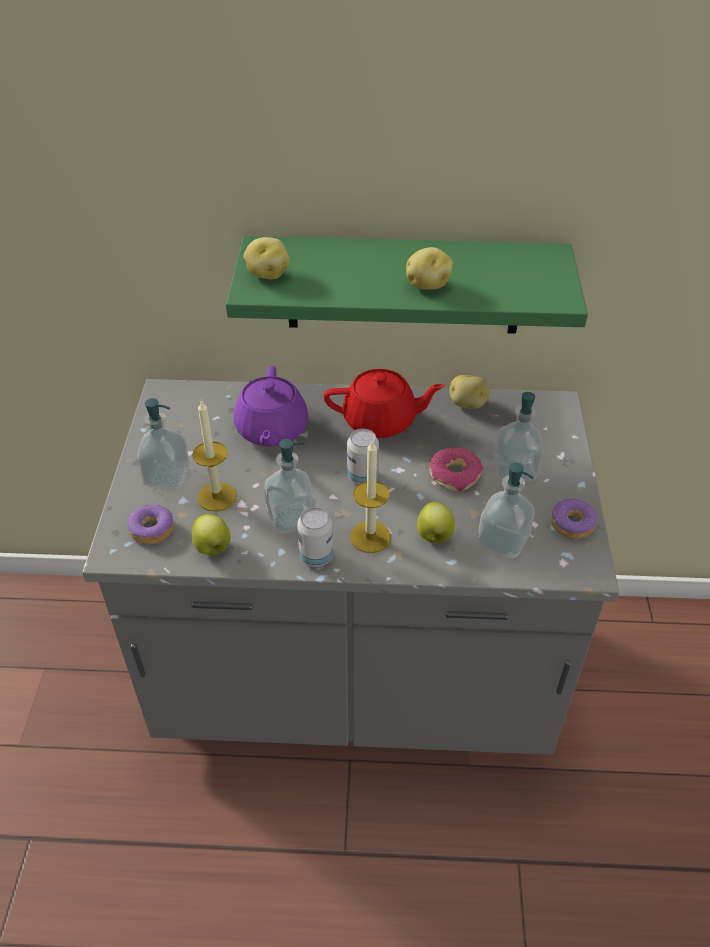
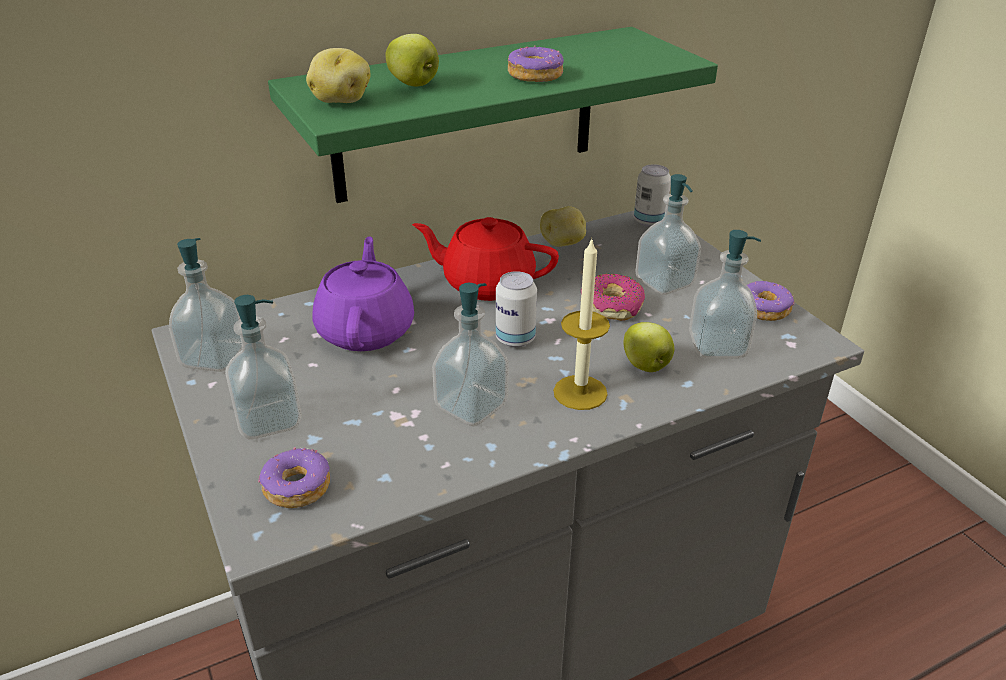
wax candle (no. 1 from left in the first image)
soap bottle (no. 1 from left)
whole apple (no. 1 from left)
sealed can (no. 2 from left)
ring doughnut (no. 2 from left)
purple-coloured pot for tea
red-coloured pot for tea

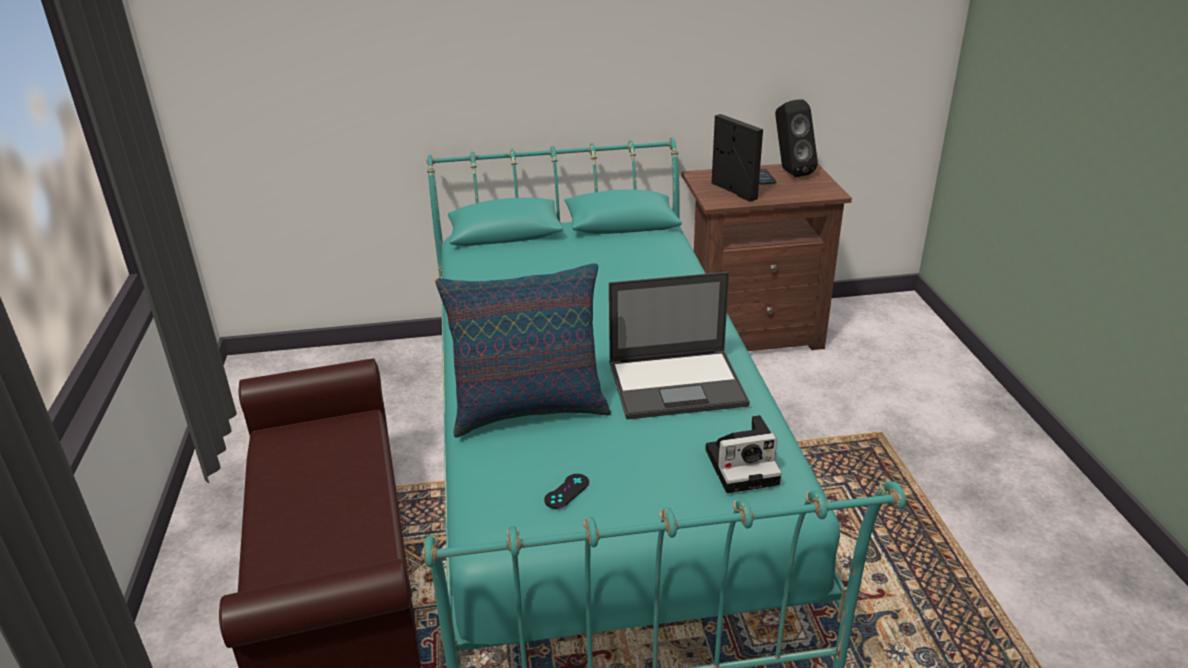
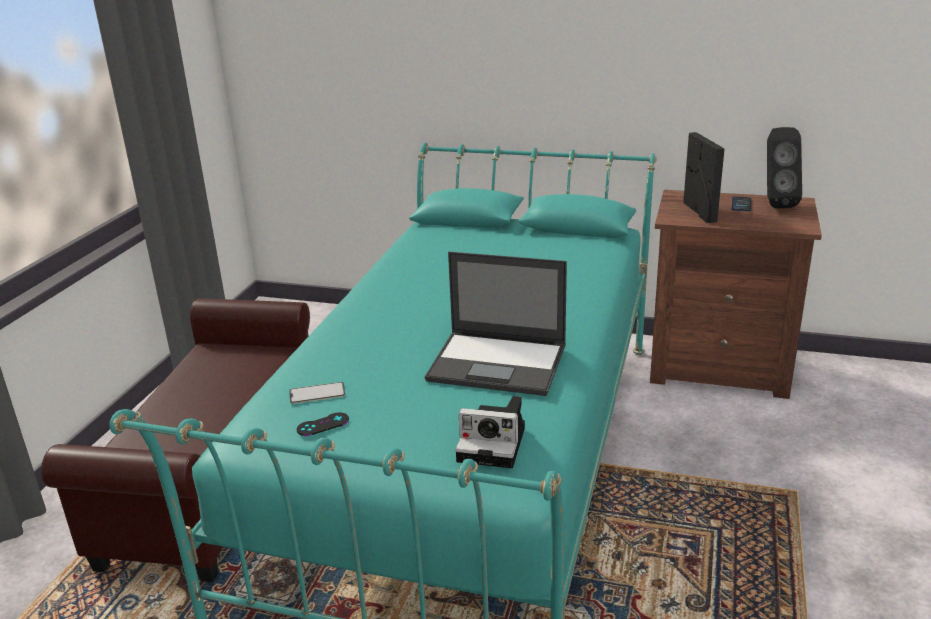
blue-coloured throw pillow
telephone (no. 1 from left)

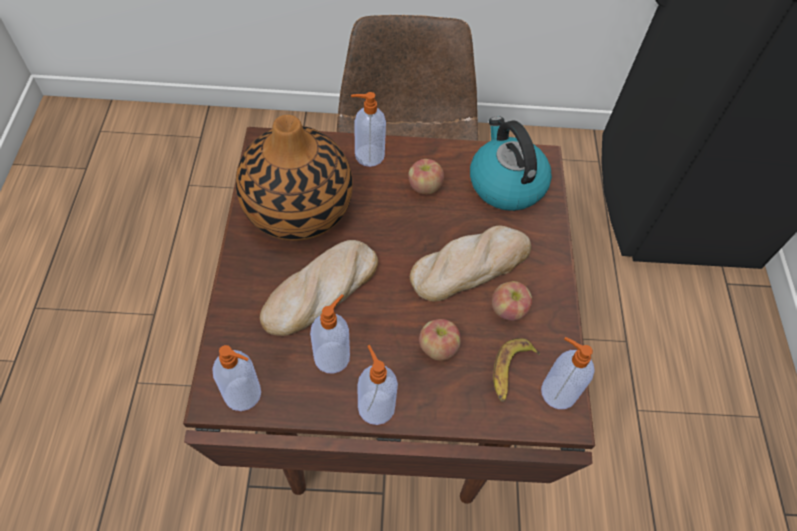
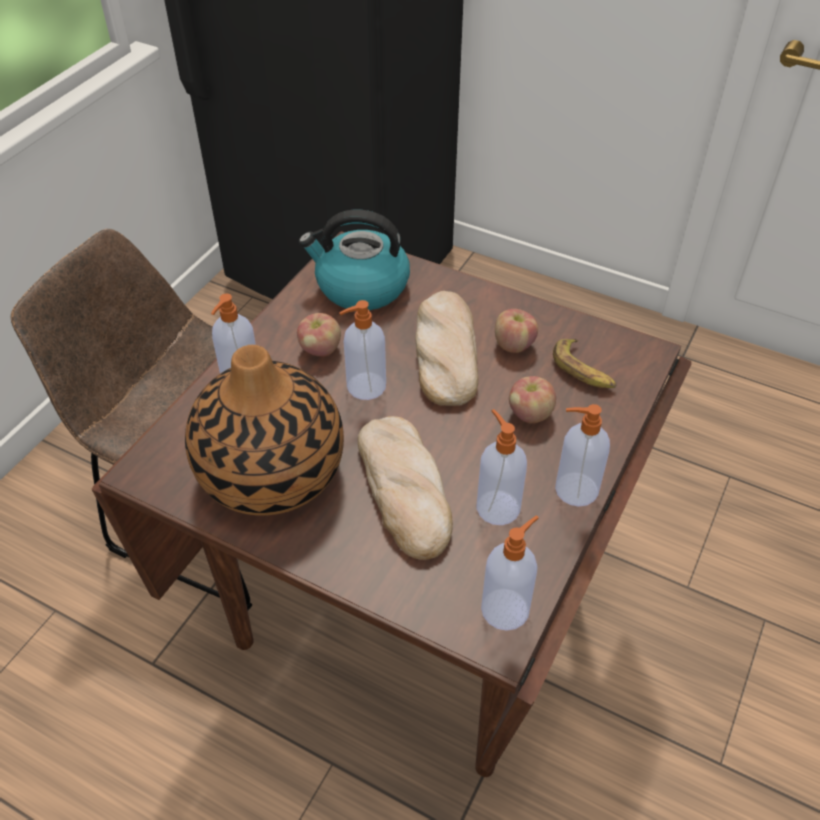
soap bottle (no. 2 from left)

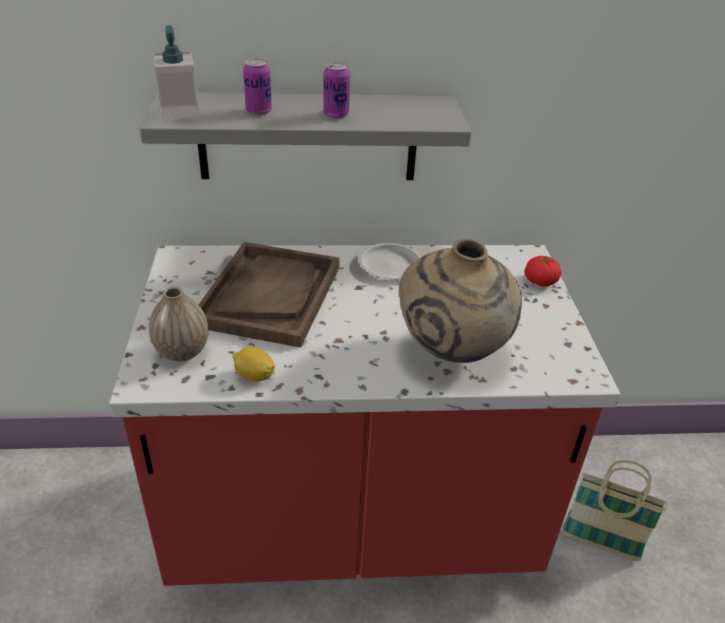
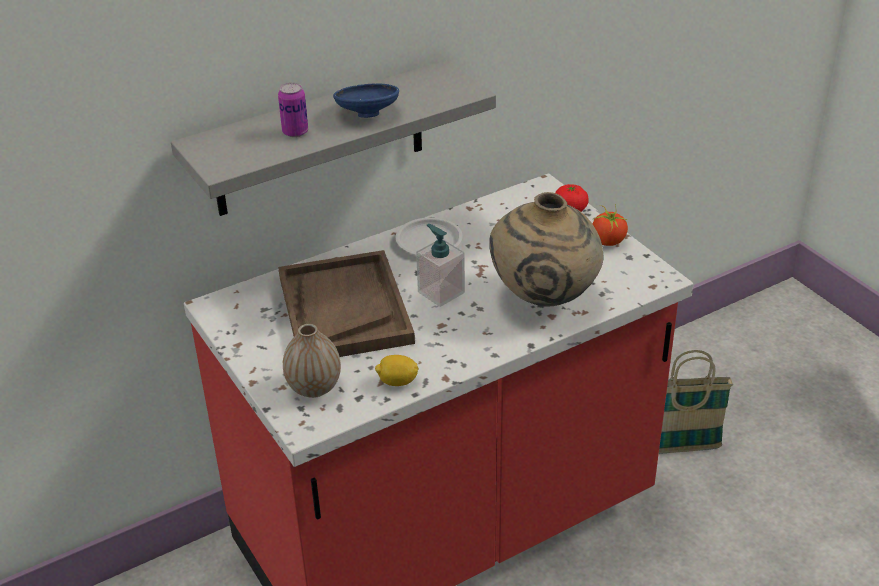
tomato (no. 2 from left)
soap bottle
blue-coloured serving bowl

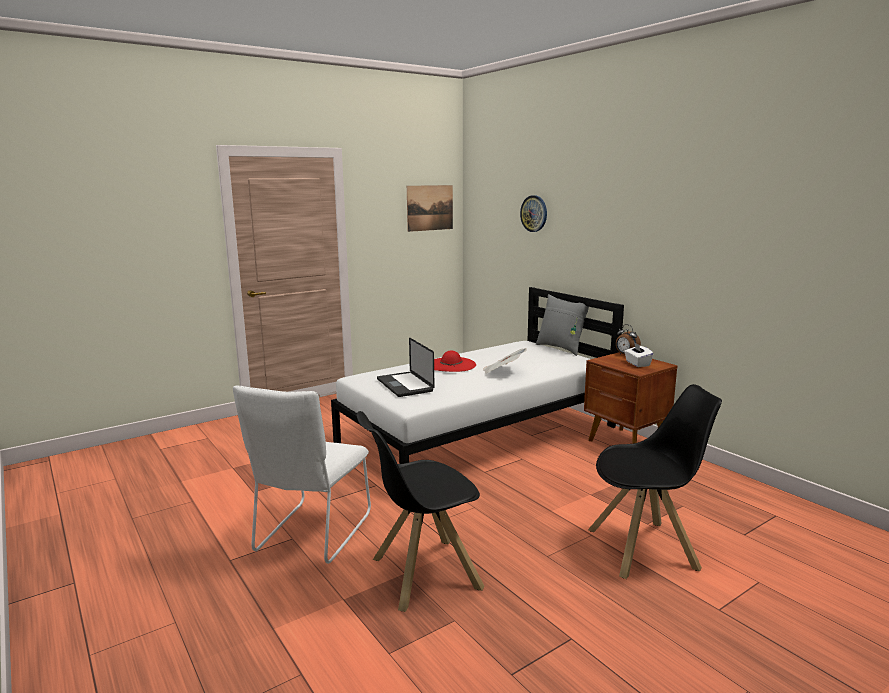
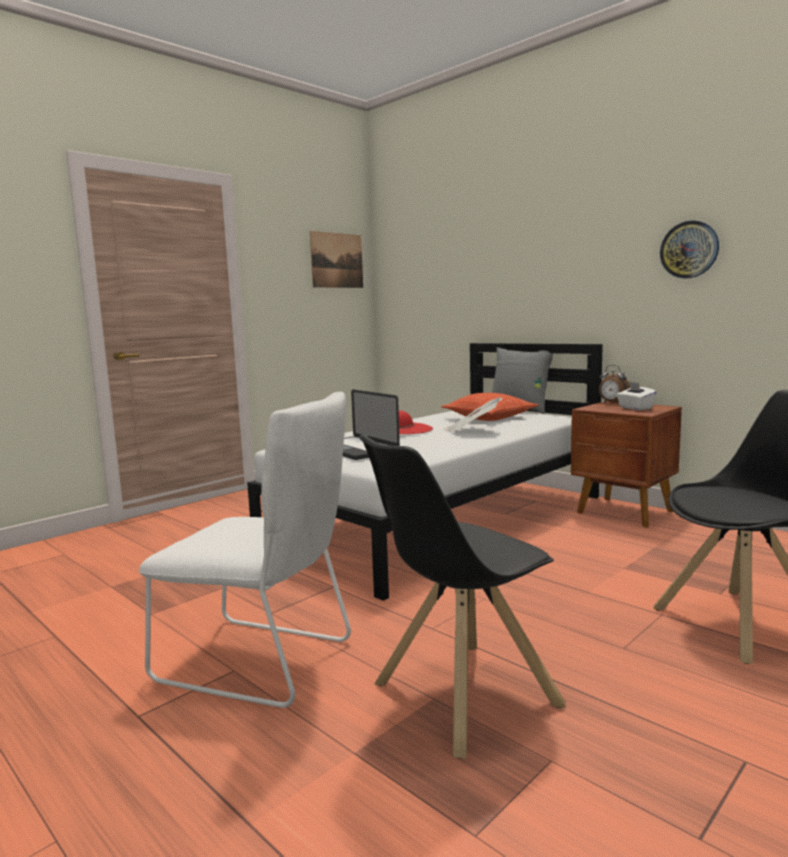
orangey throw pillow
wall clock
whitish plain chair

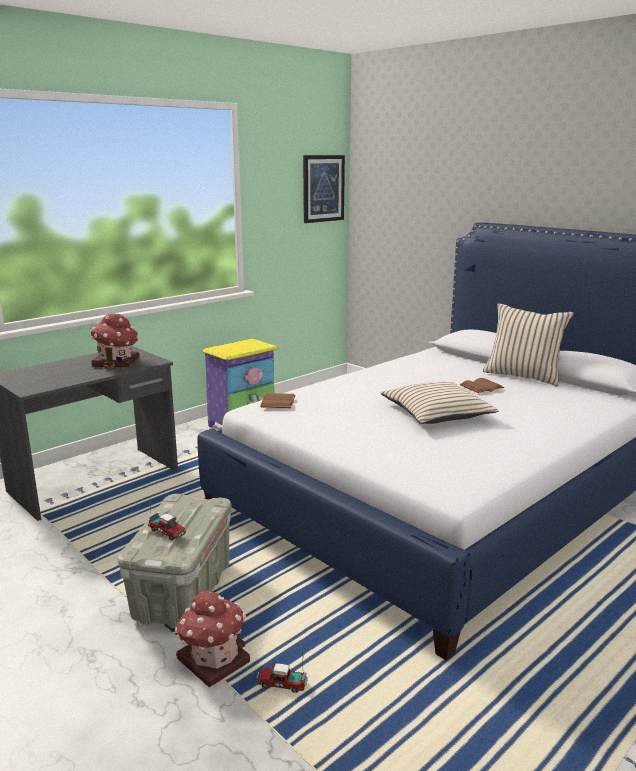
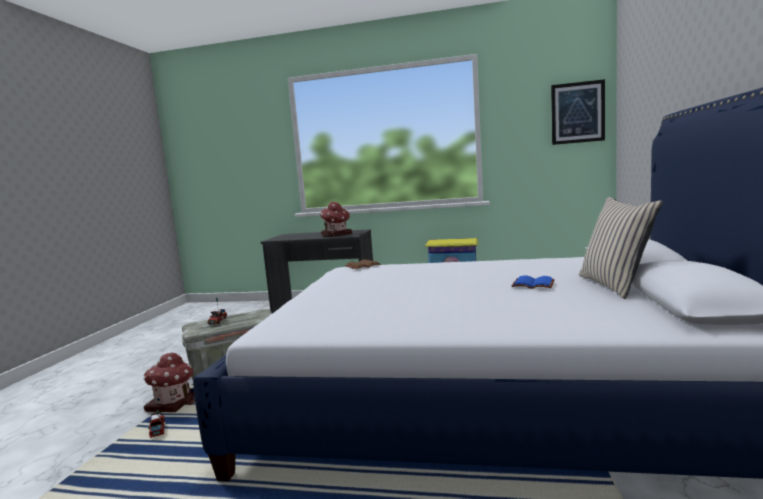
beige throw pillow (no. 1 from left in the first image)
blue-coloured book

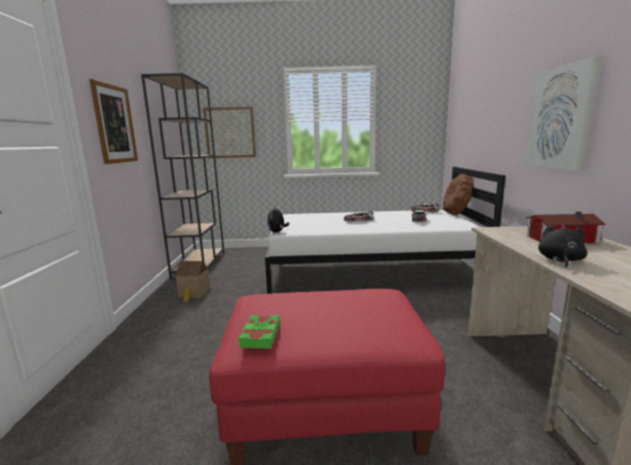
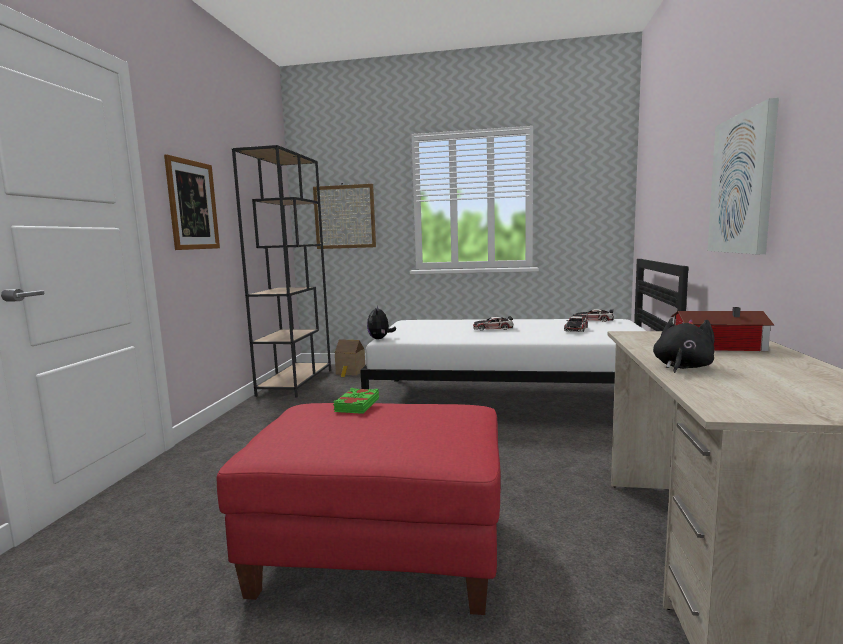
brown throw pillow
miniature house (no. 1 from left)
green book

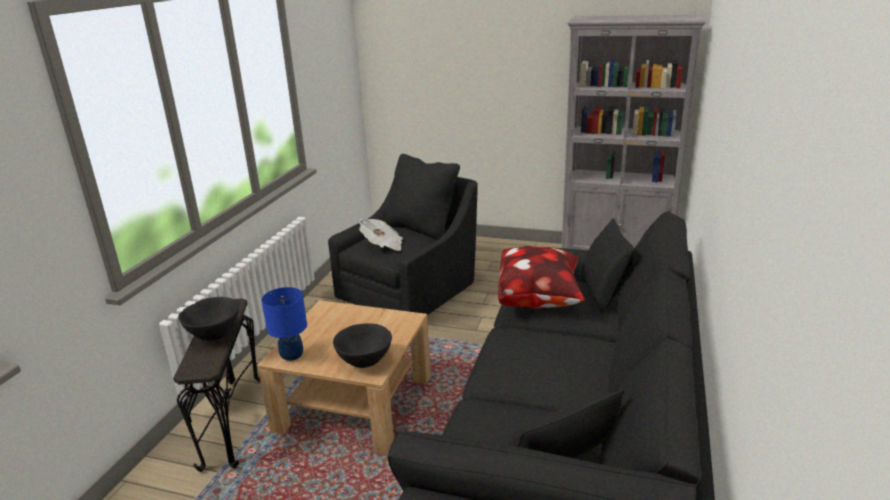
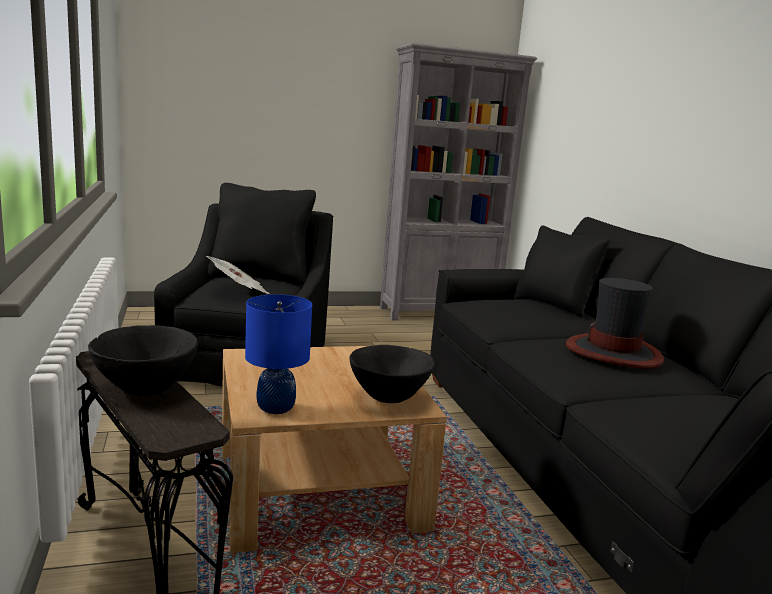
throw pillow
hat

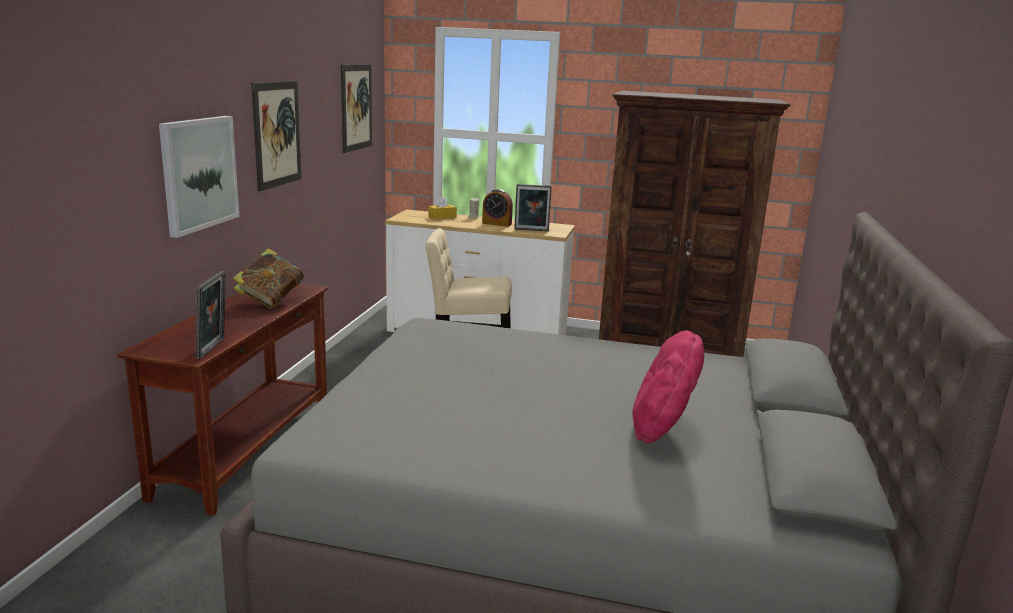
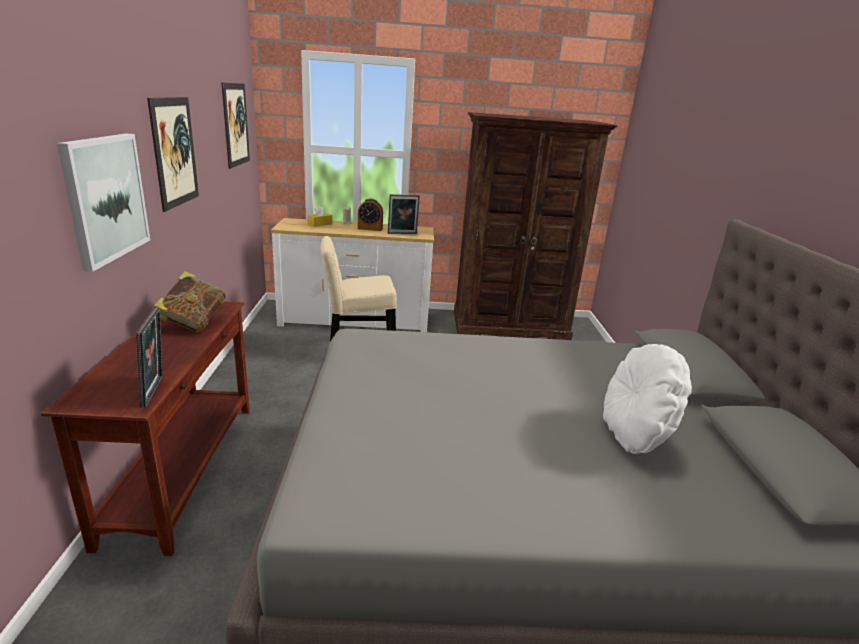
whitish throw pillow

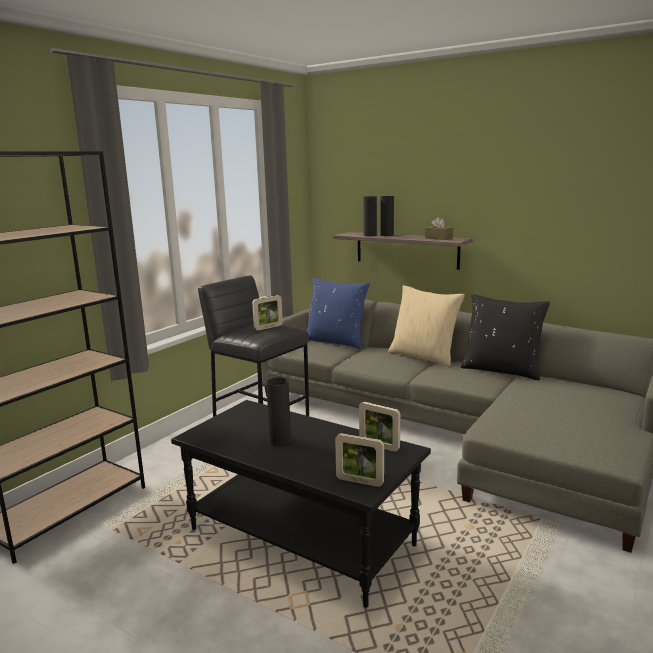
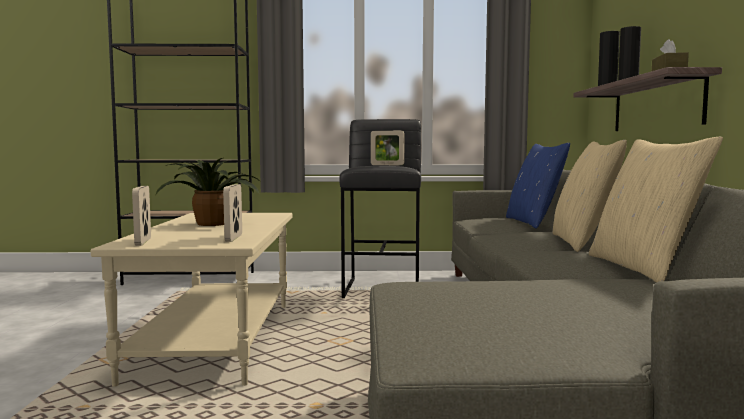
potted plant
beige low table
beige throw pillow (no. 2 from left)

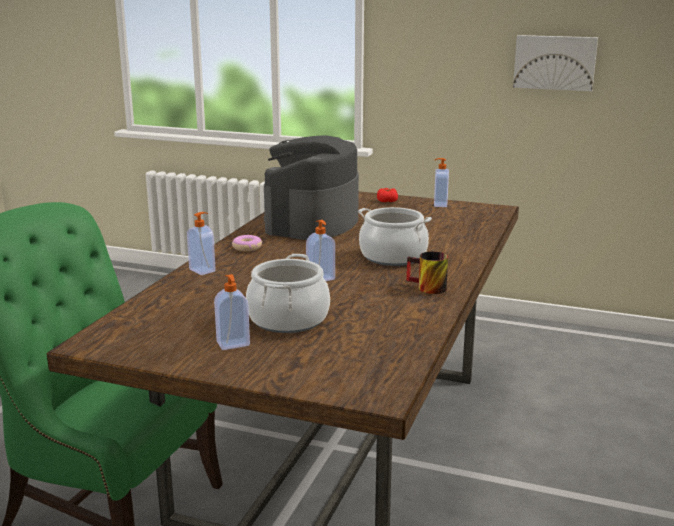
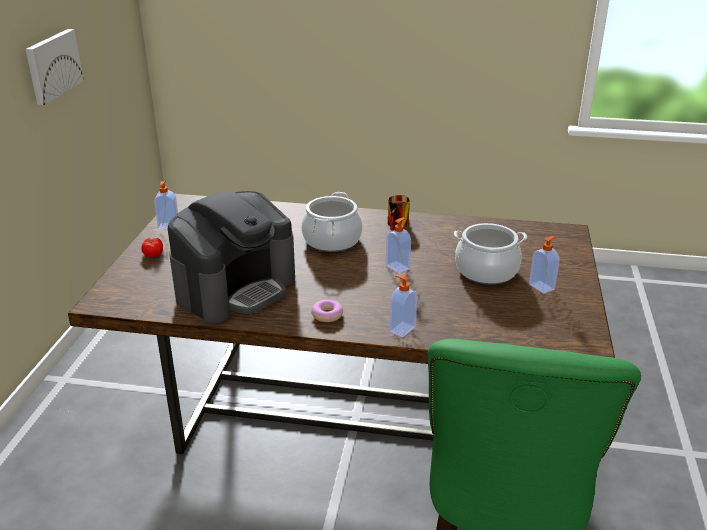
coffee maker

